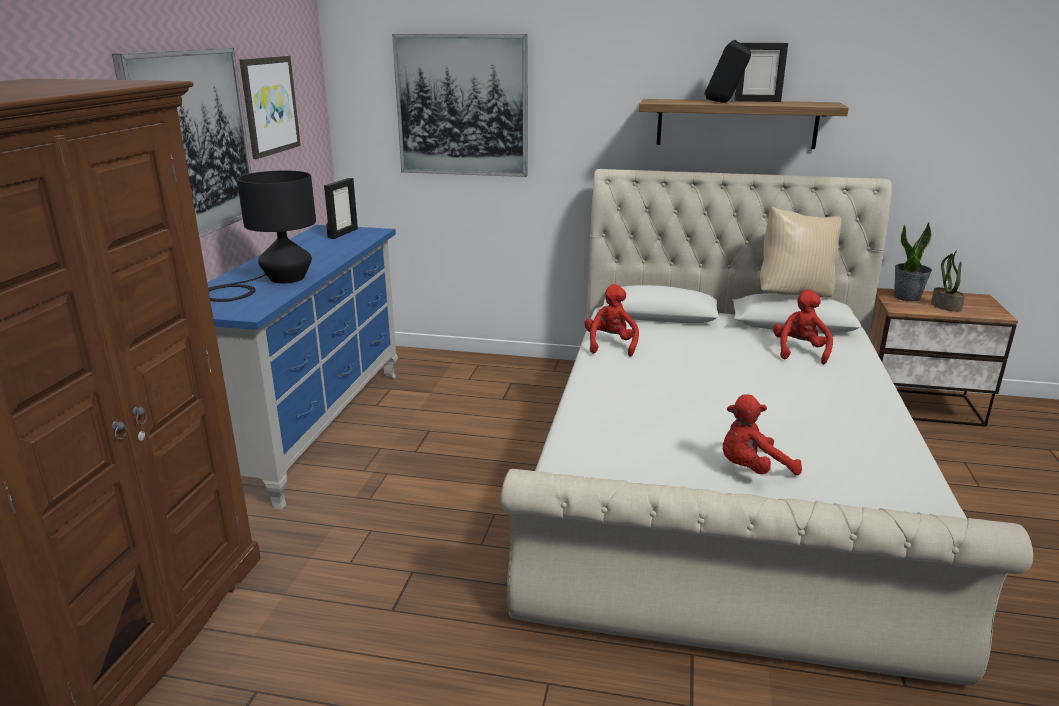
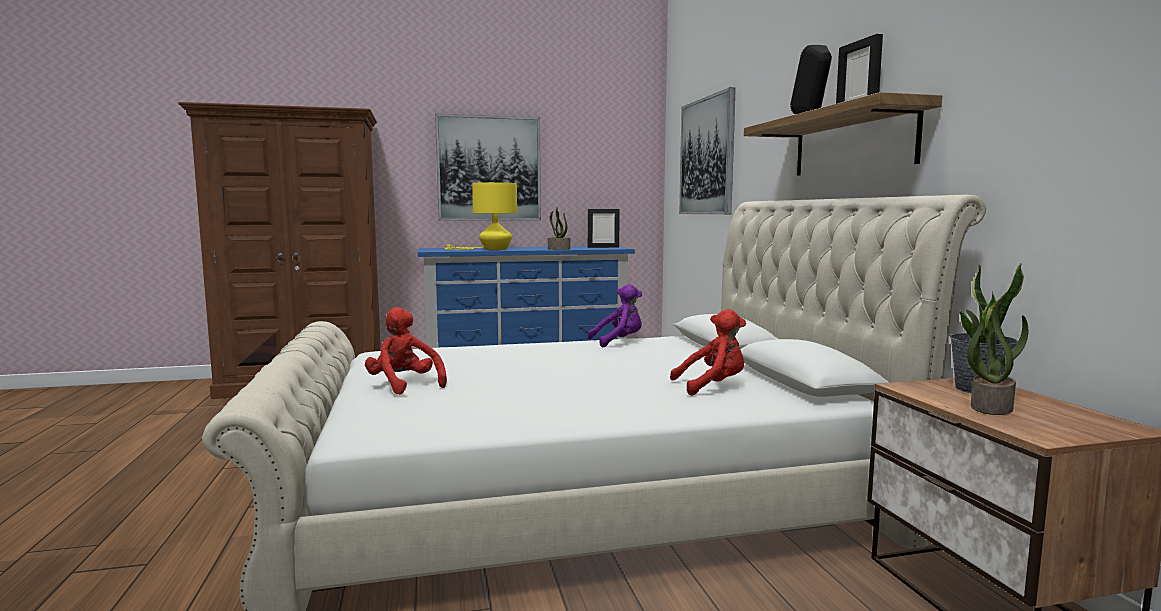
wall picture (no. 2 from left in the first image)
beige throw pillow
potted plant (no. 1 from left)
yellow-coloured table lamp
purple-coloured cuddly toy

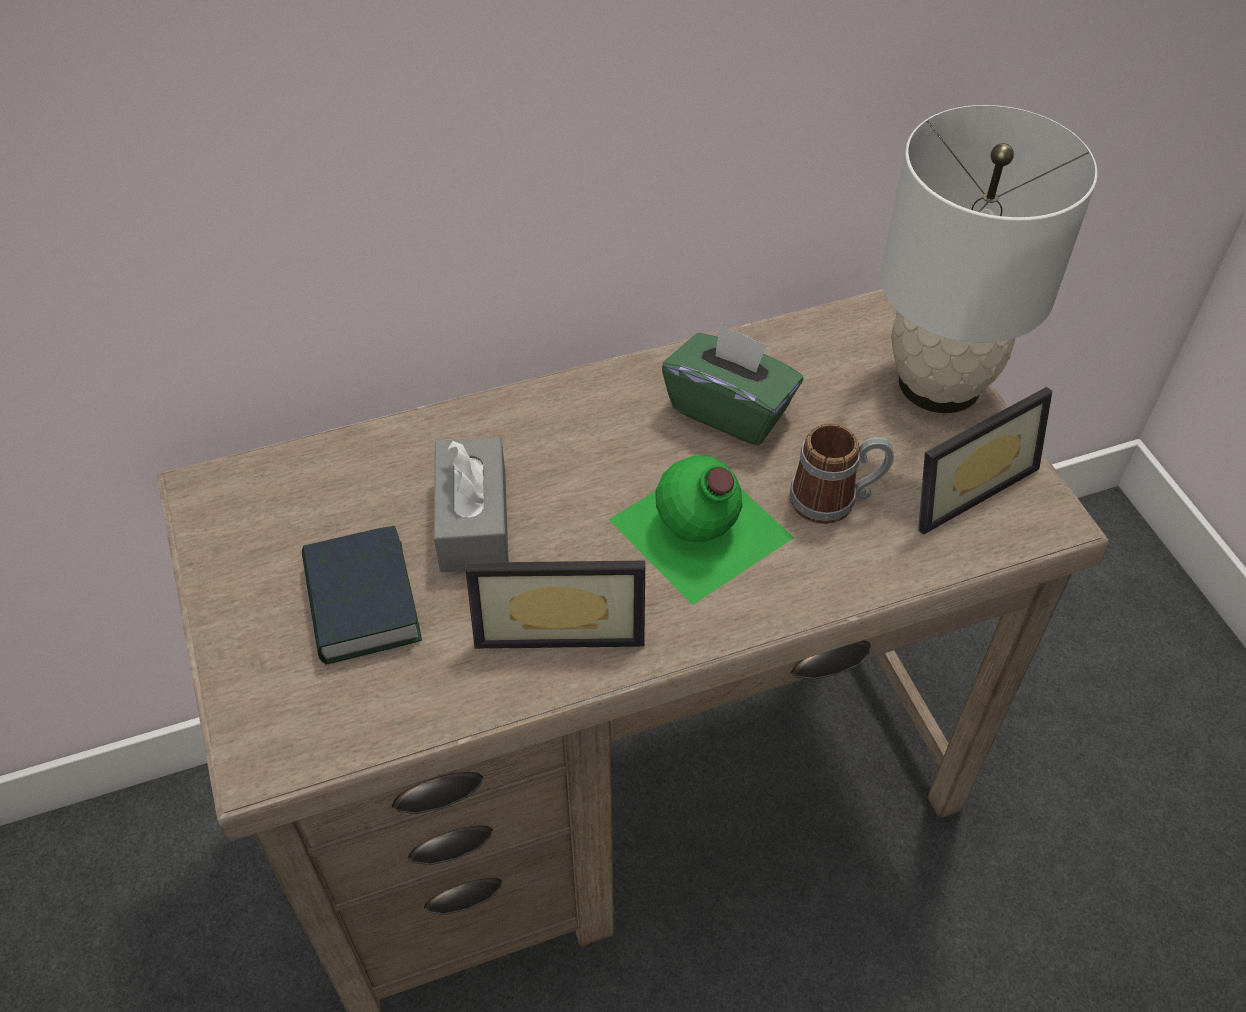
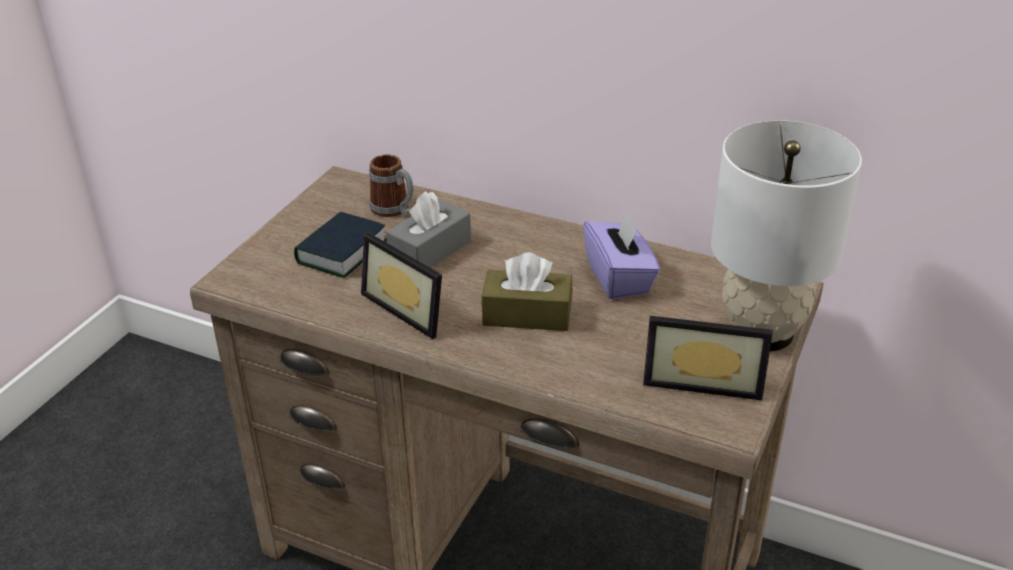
coffee mug
brown box of tissues
purple-coloured box of tissues

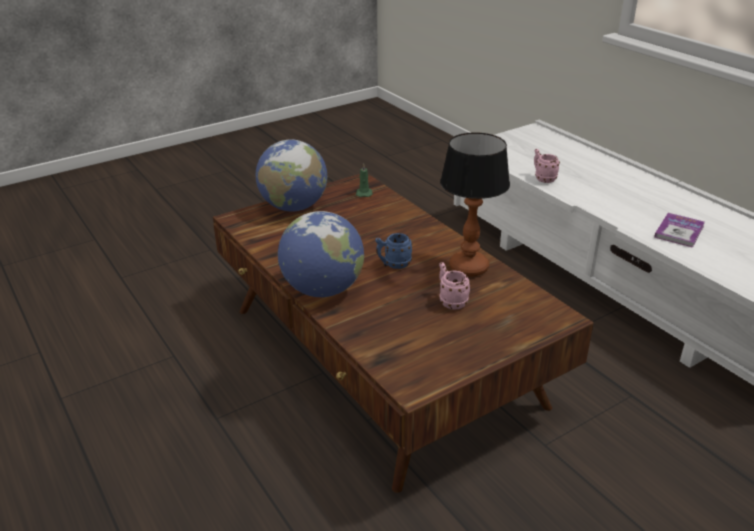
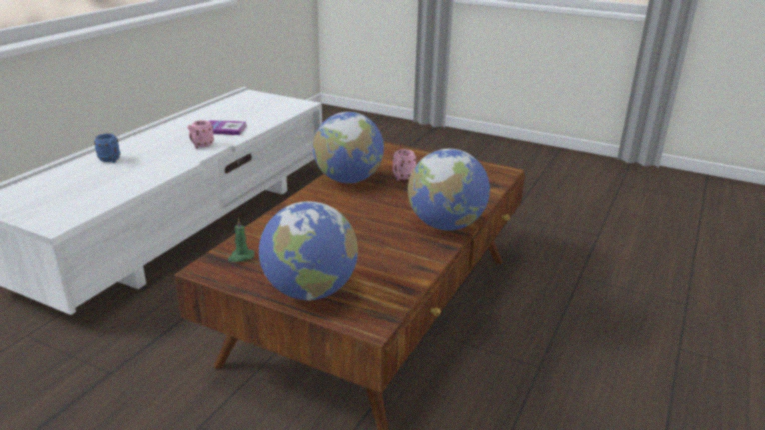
blue-coloured coffee mug
pink-coloured coffee mug (no. 1 from left)
world globe (no. 2 from left)

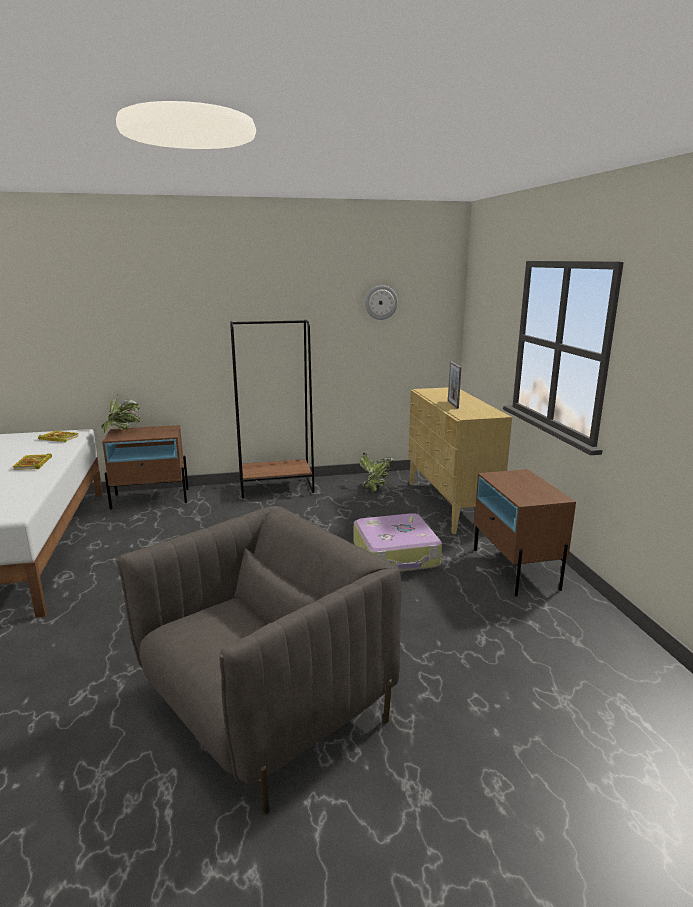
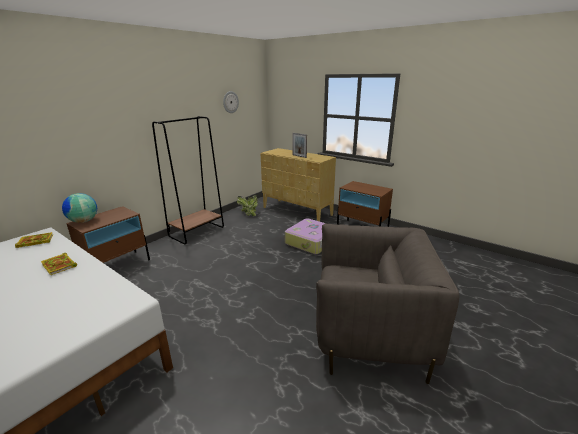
world globe
grey easy chair

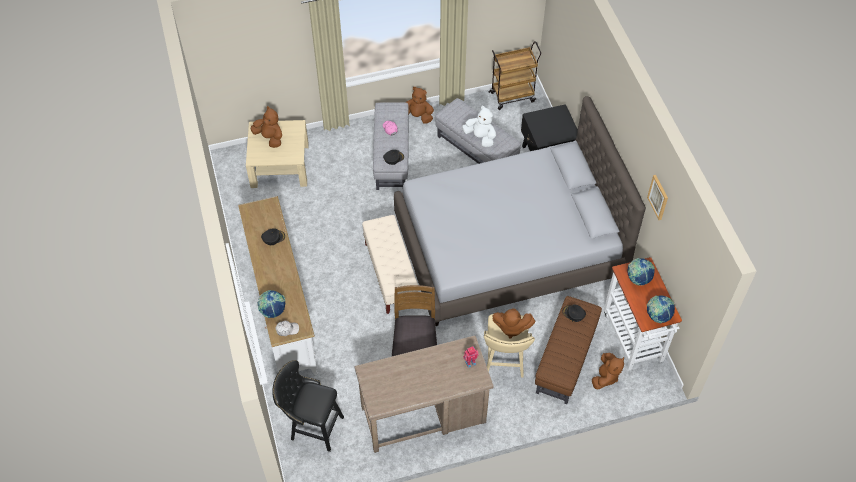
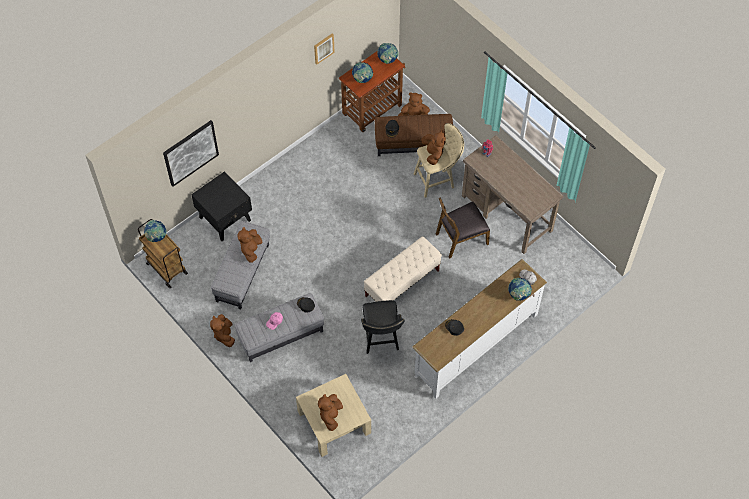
grey bedroom bed
world globe (no. 1 from left)
wall picture (no. 1 from left)
black stool
brown cuddly toy (no. 2 from left)
brown cart (no. 2 from left)

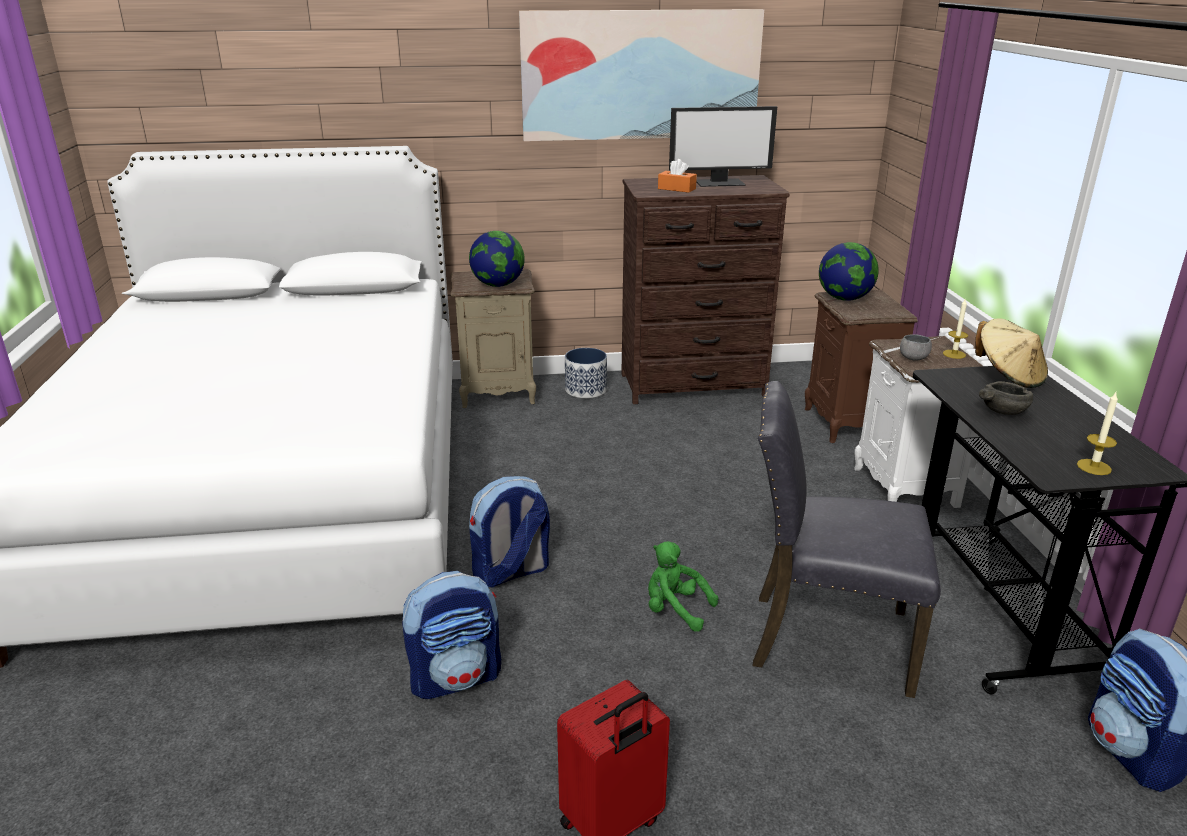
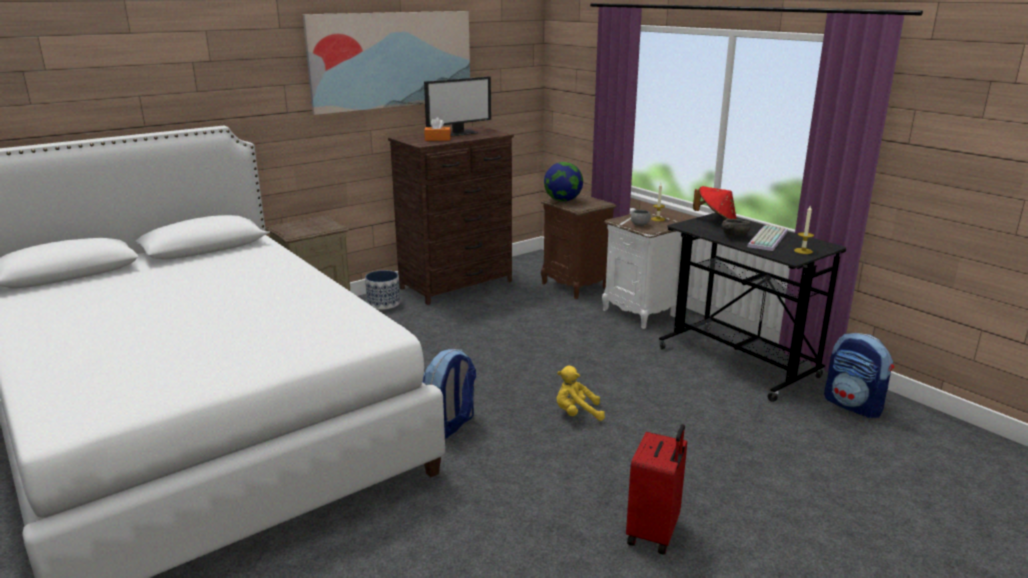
knapsack (no. 1 from left in the first image)
world globe (no. 1 from left in the first image)
grey plain chair
computer keyboard
yellow-coloured cuddly toy
red-coloured hat

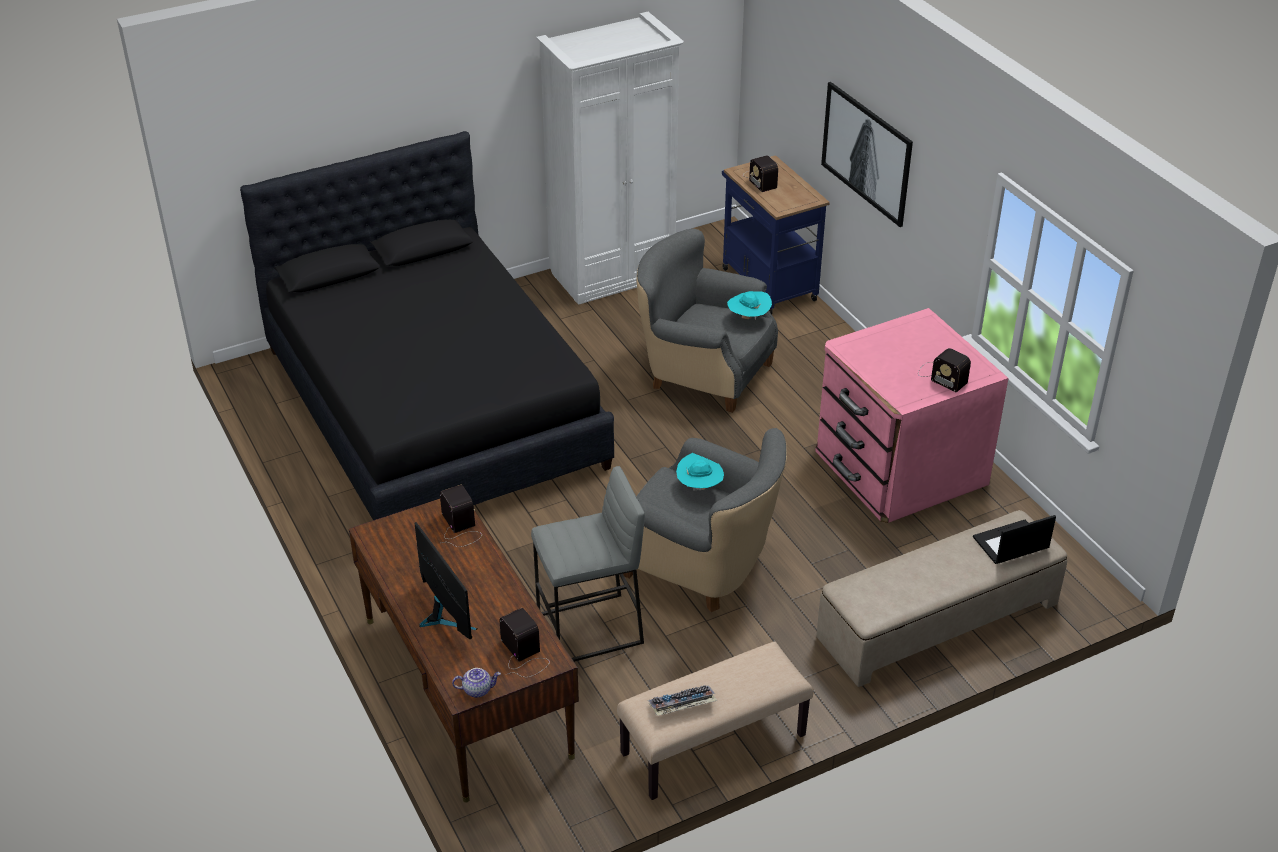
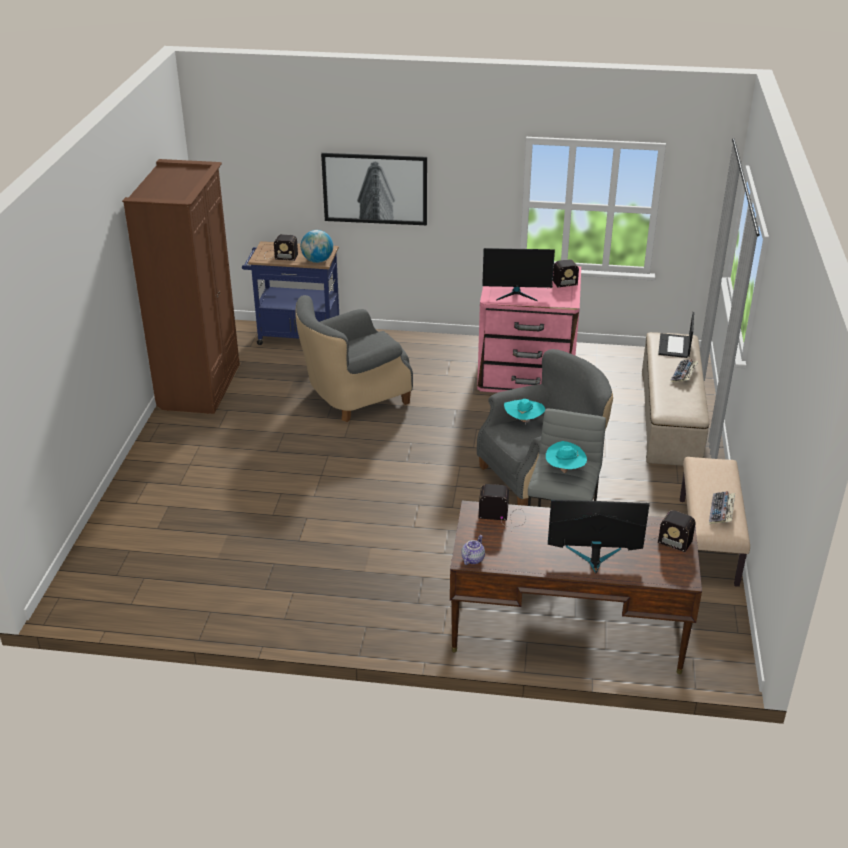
black bedroom bed
world globe
computer screen (no. 1 from left)
computer keyboard (no. 1 from left)
pot for tea
turquoise hat (no. 2 from left)
brown clothes cupboard
radio receiver (no. 4 from left)

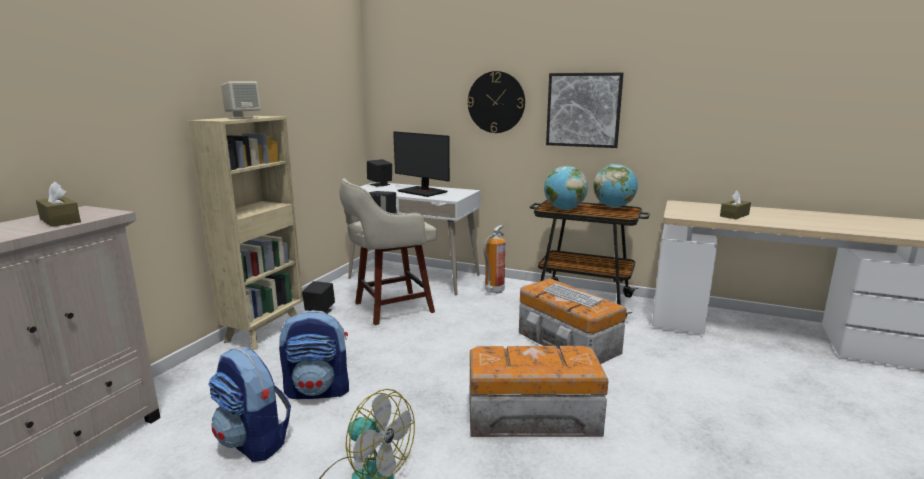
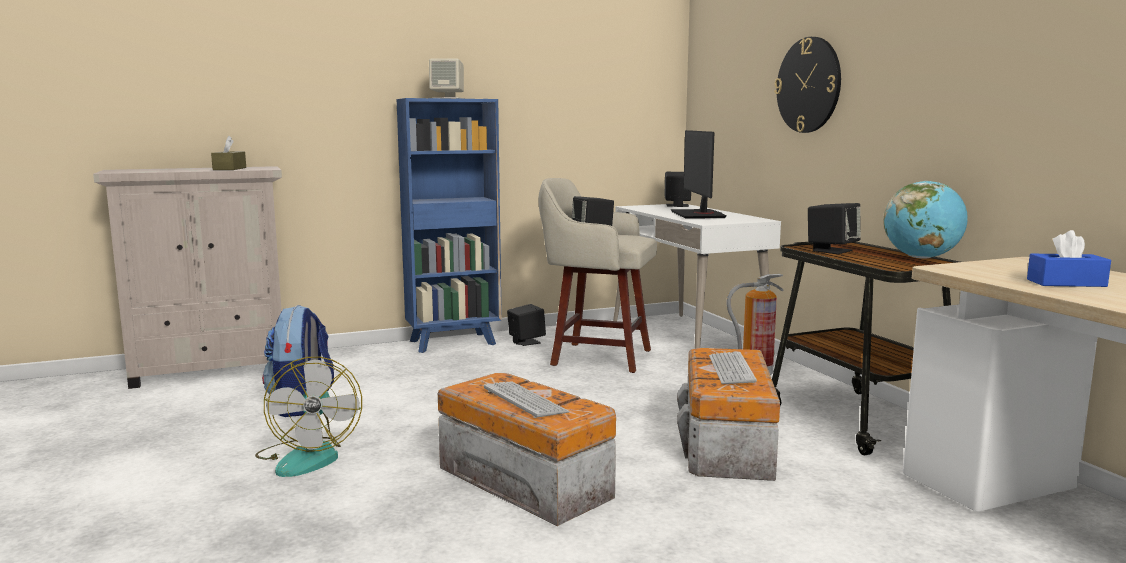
knapsack (no. 2 from left in the first image)
wall picture
computer keyboard (no. 1 from left)
black loudspeaker (no. 4 from left)
blue-coloured bookshelf
blue-coloured box of tissues

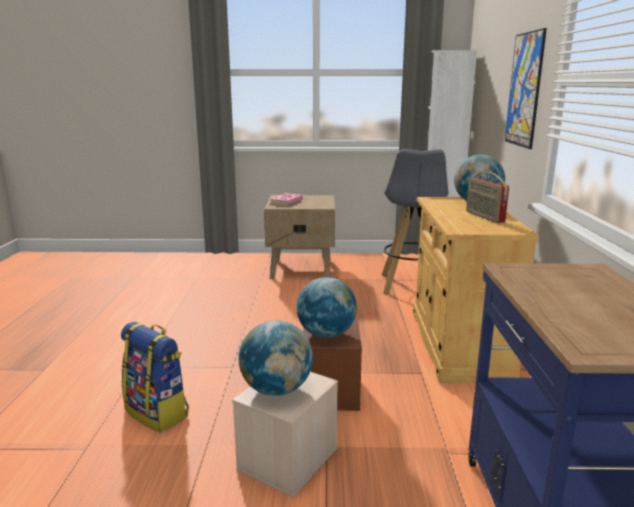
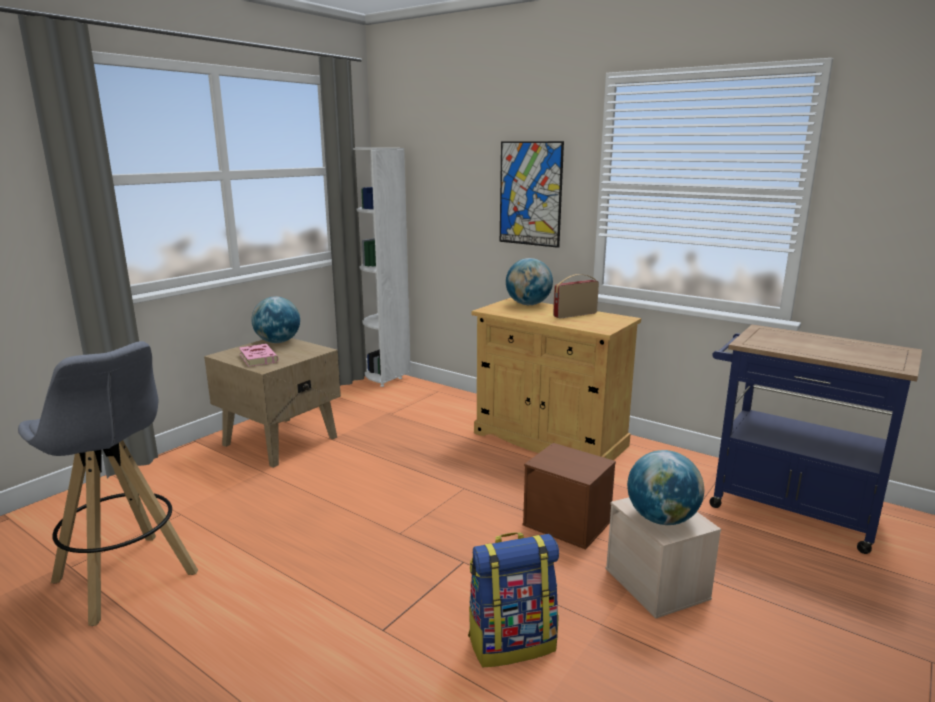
world globe (no. 1 from left)
grey stool
radio receiver

